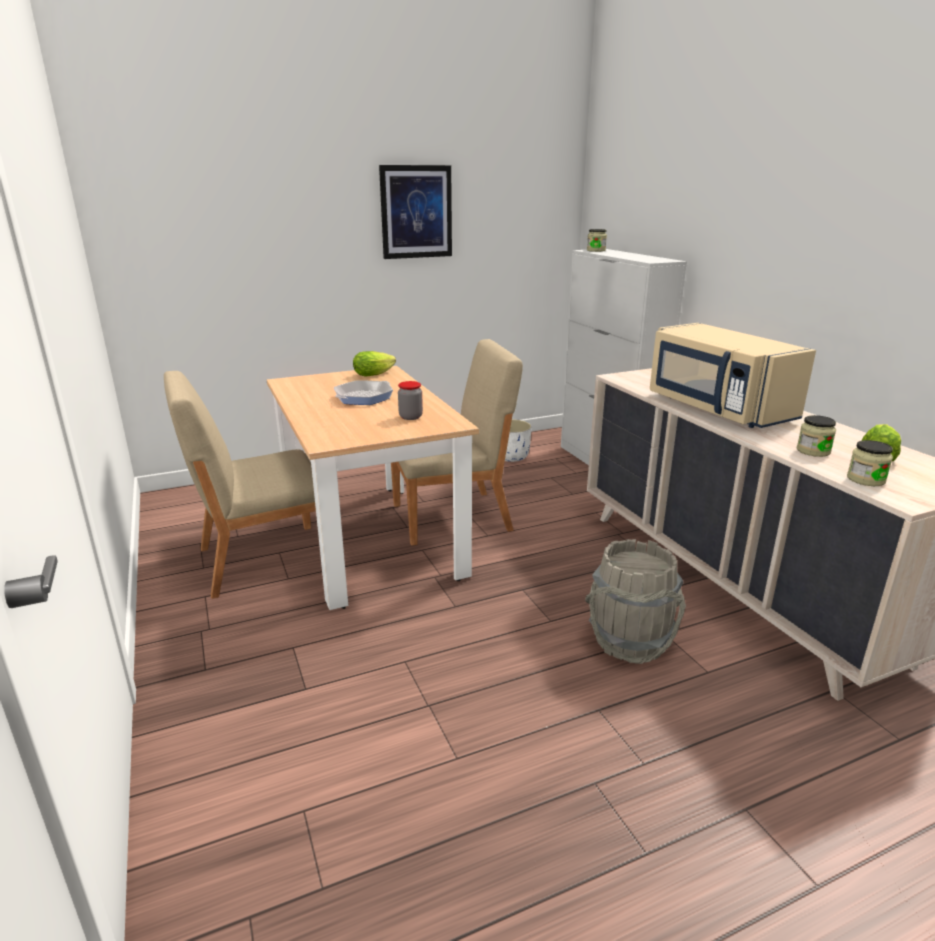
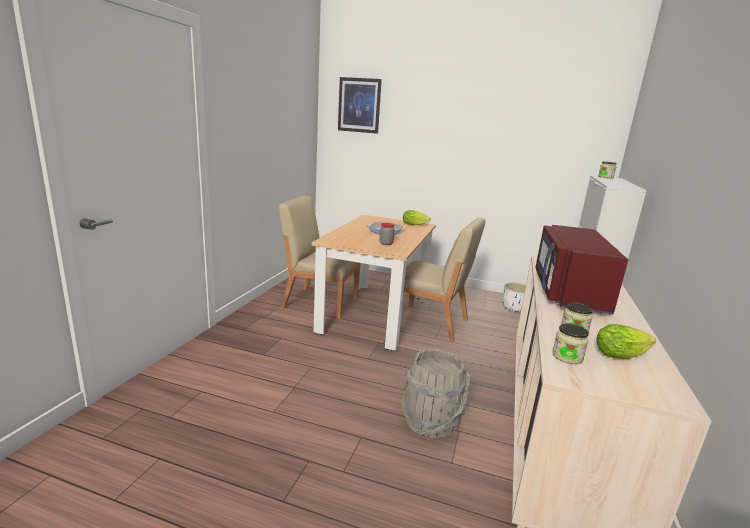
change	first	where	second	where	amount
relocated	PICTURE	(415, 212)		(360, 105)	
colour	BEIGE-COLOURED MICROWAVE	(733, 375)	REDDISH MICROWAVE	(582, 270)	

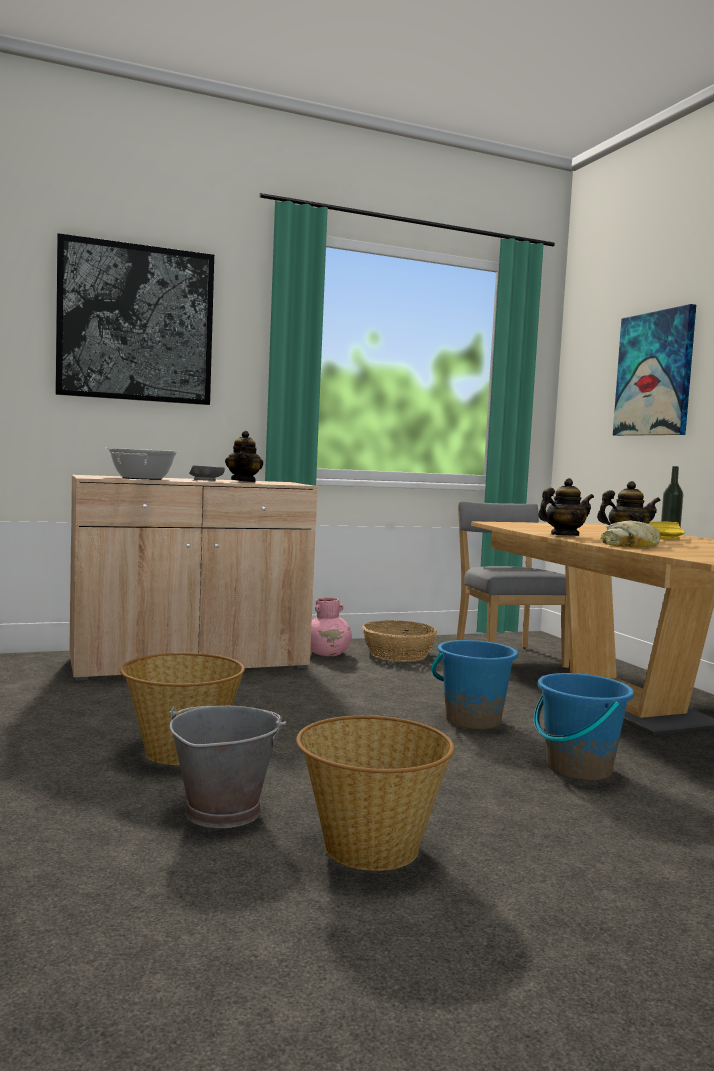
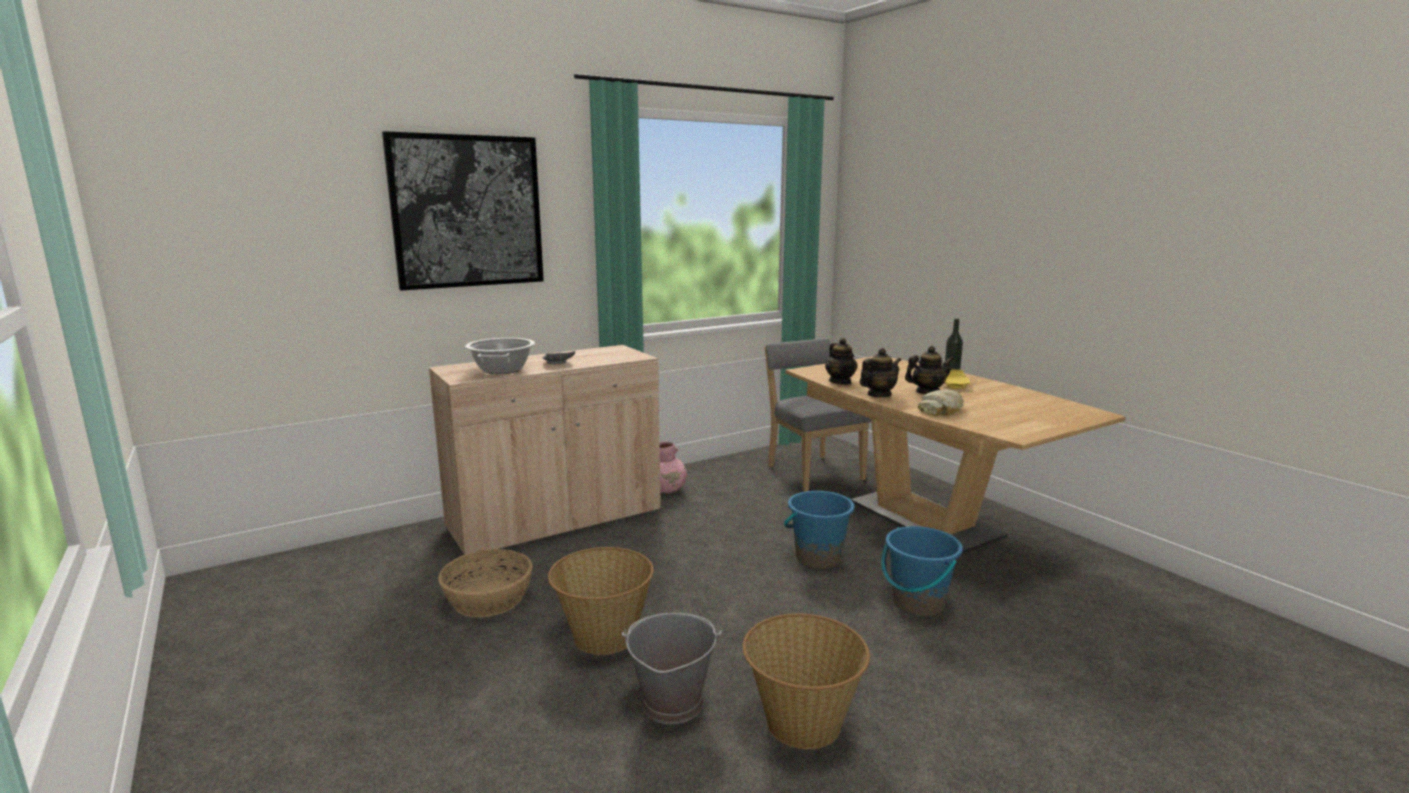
change	first	where	second	where	amount
relocated	TEA POT	(244, 456)		(841, 361)	
relocated	BASKET	(399, 641)		(485, 583)	
missing	PICTURE	(654, 370)			

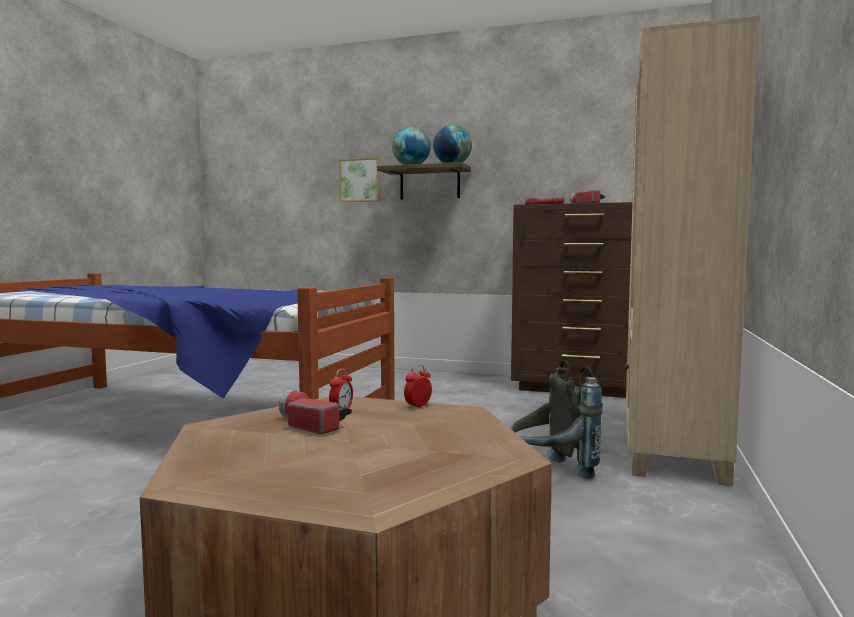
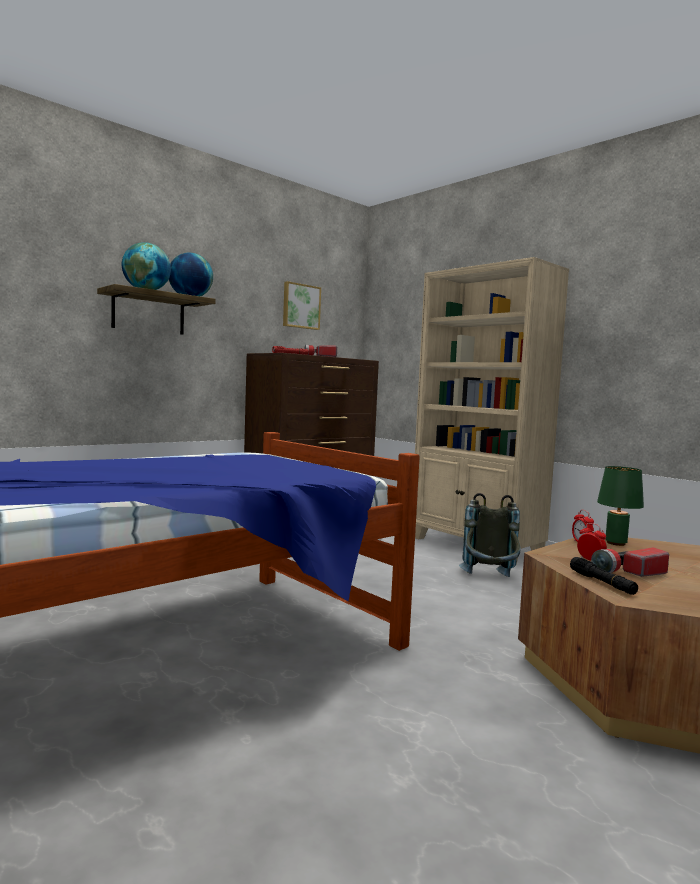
change	first	where	second	where	amount
relocated	PICTURE	(359, 180)		(302, 305)	
appeared			BLACK-COLOURED FLASHLIGHT	(604, 576)	
appeared			GREEN TABLE LAMP	(620, 506)	

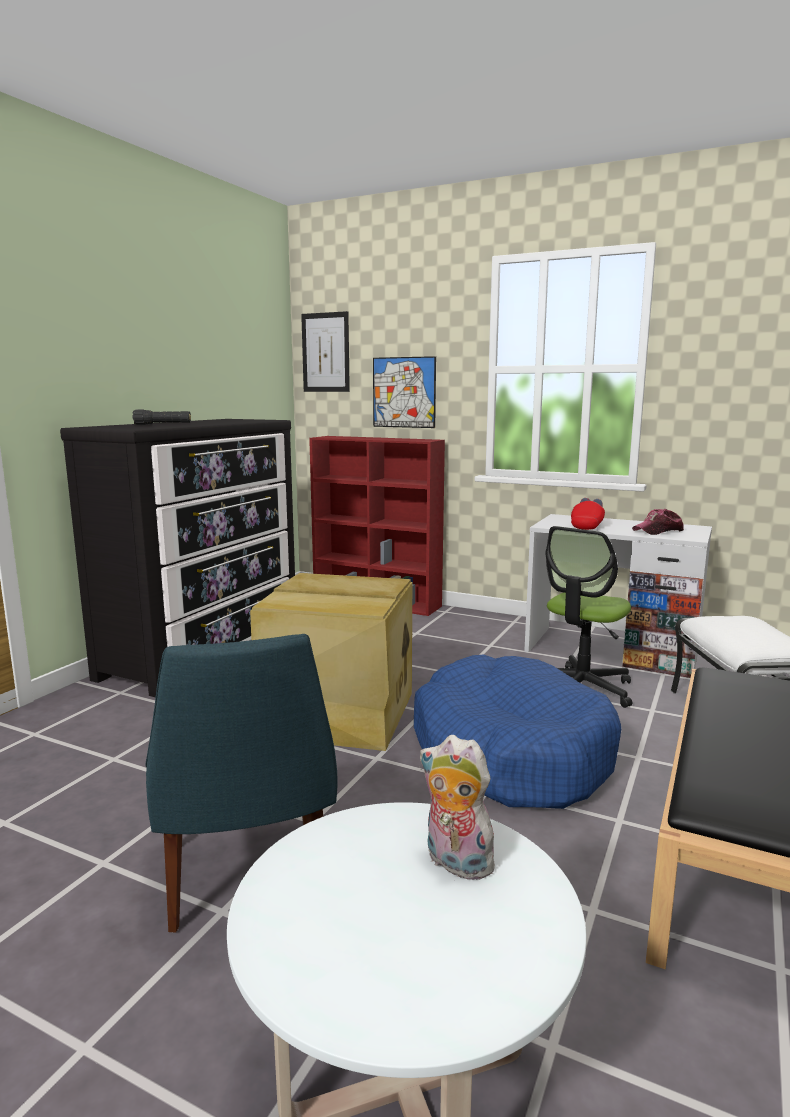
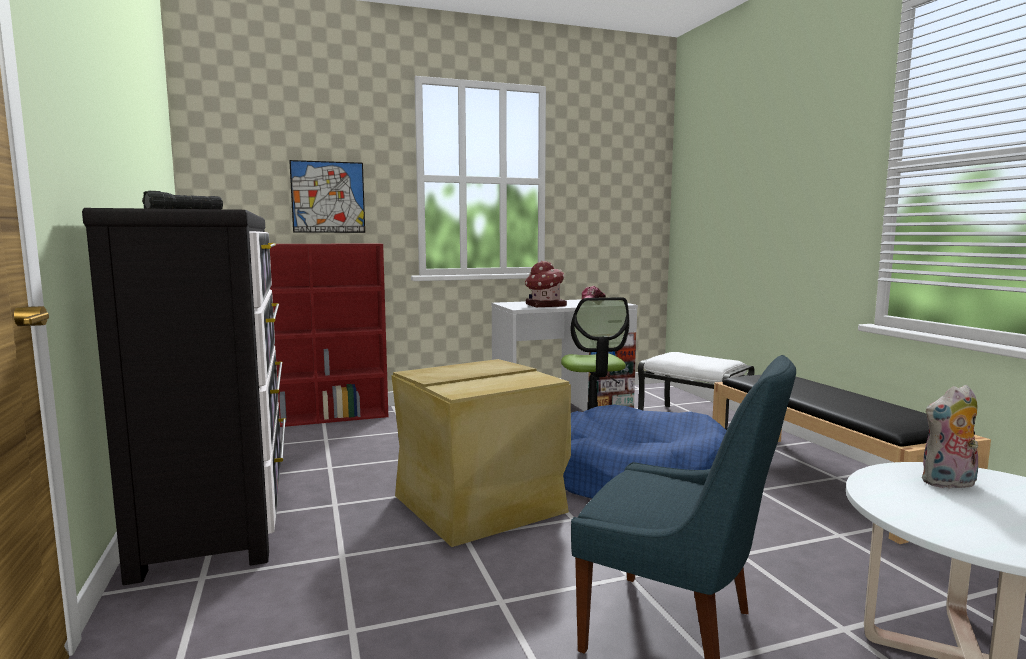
change	first	where	second	where	amount
missing	PICTURE	(325, 351)			
exchanged	REDDISH PEAKED CAP	(588, 514)	TOY HOUSE	(546, 284)	

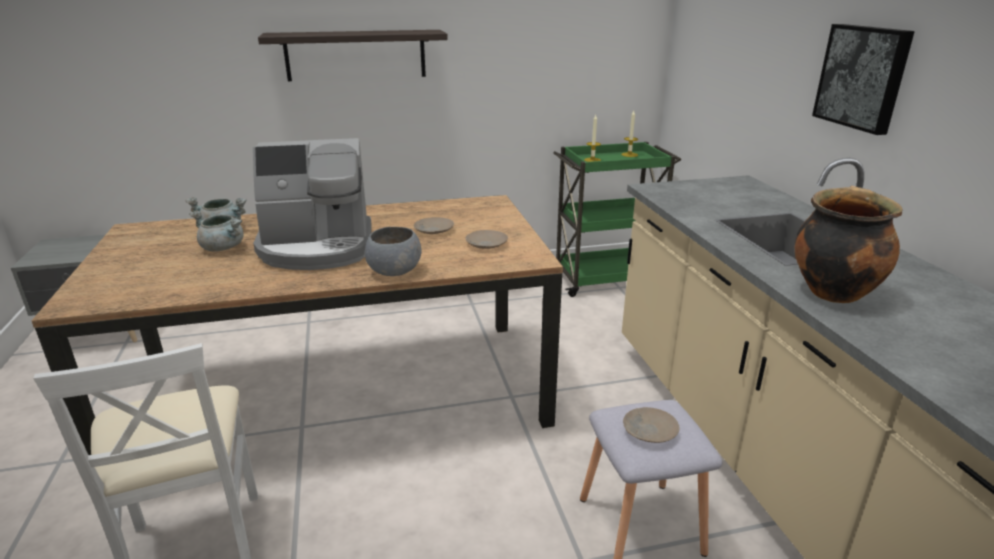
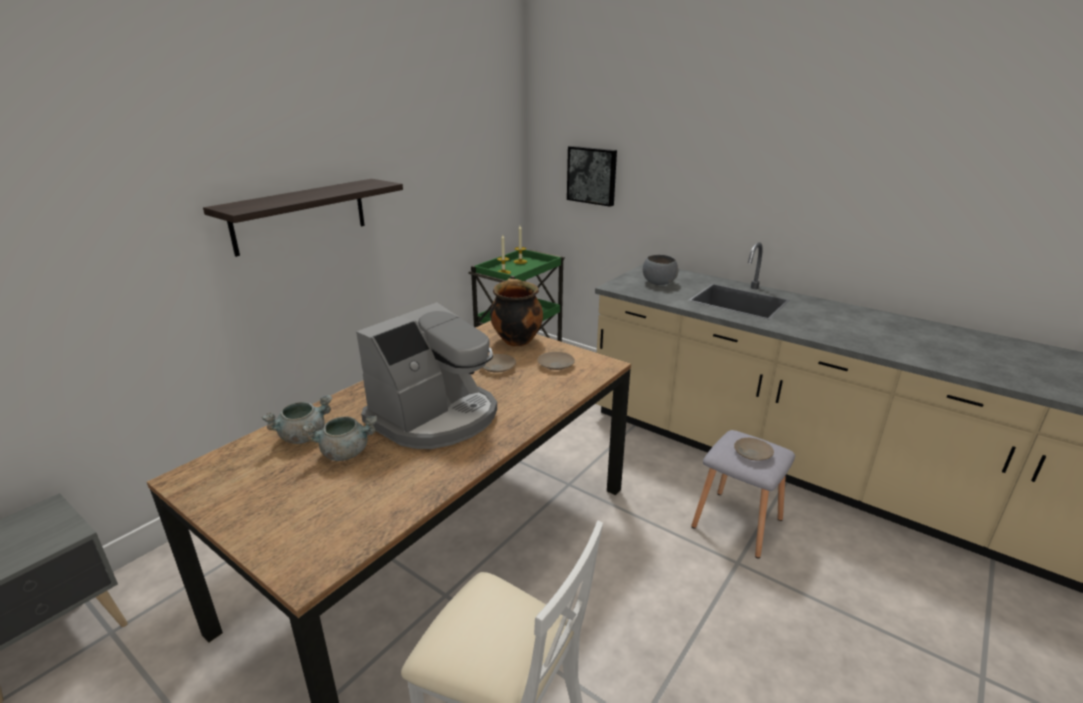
change	first	where	second	where	amount
relocated	GREYISH DEEP DISH	(393, 251)		(660, 270)	
relocated	COOKING POT	(849, 244)		(516, 313)	
relocated	PICTURE	(863, 79)		(592, 176)	

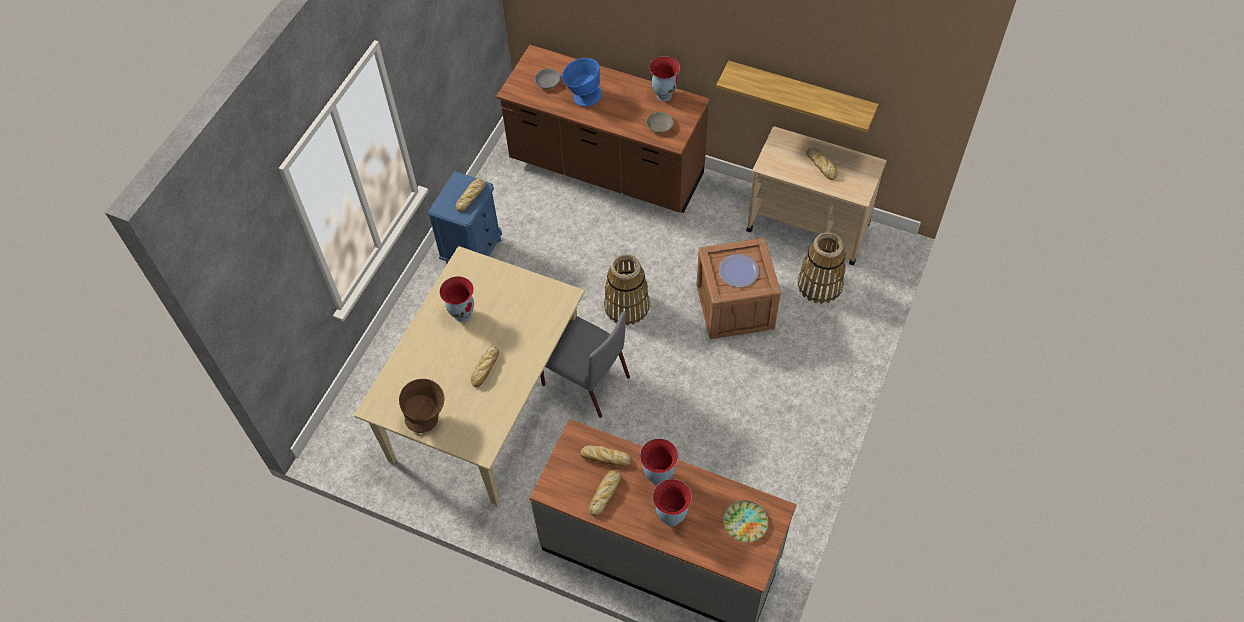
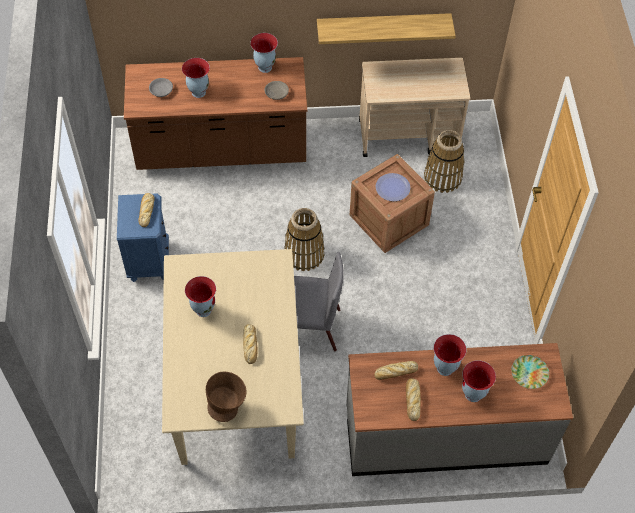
change	first	where	second	where	amount
exchanged	BLUE DEEP DISH	(582, 82)	VASE	(196, 78)	
missing	BAKED BREAD	(821, 164)			

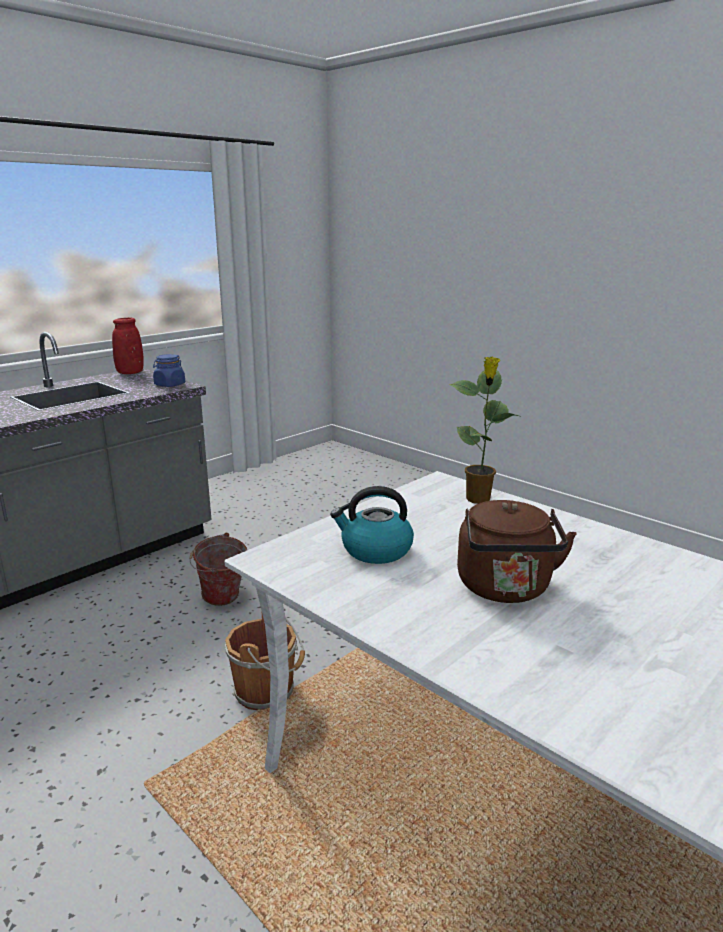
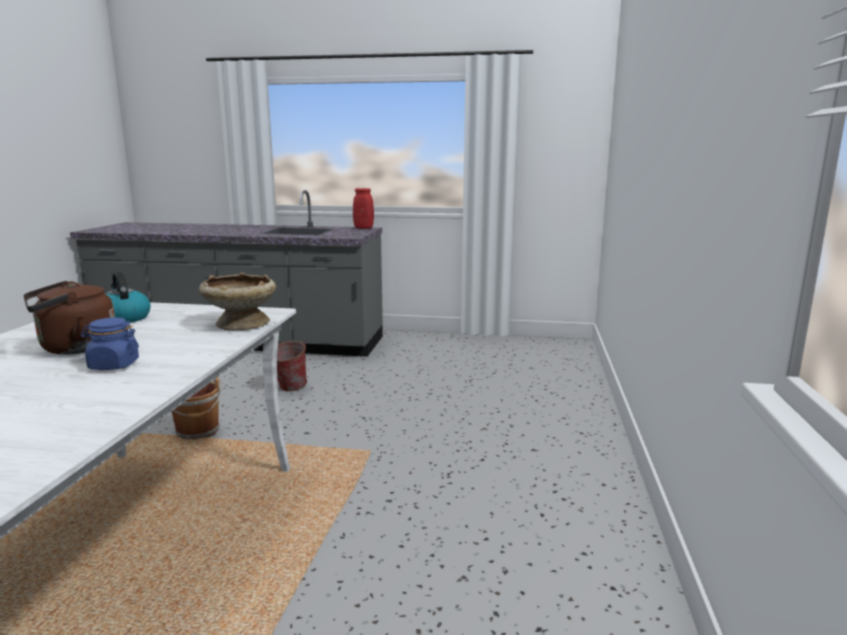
change	first	where	second	where	amount
relocated	BLUE JAR	(169, 370)		(110, 344)	
exchanged	POTTED PLANT	(484, 430)	BEIGE-COLOURED DEEP DISH	(237, 301)	

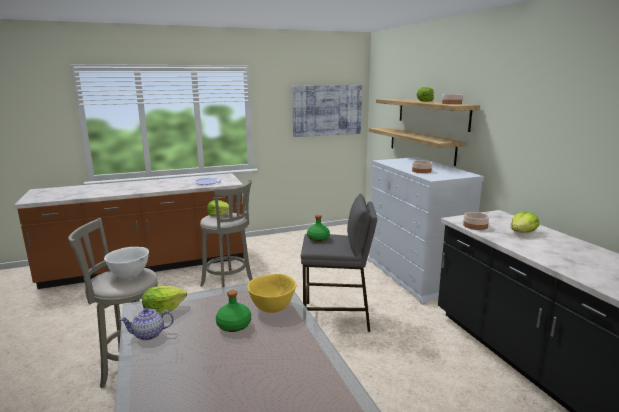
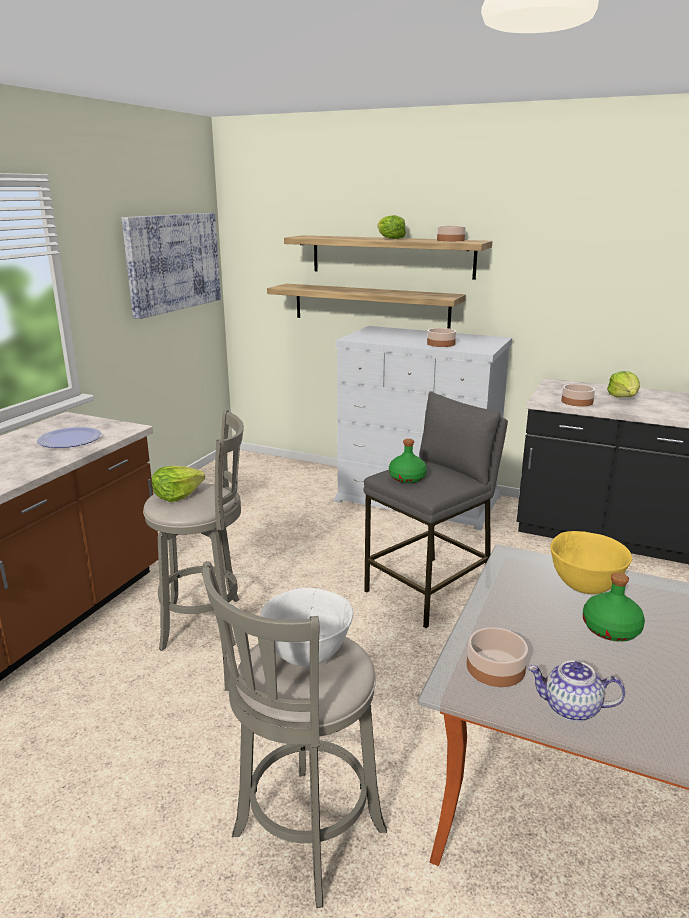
change	first	where	second	where	amount
spun	TEA POT	(147, 324)		(576, 691)	75 degrees clockwise
exchanged	LETTUCE HEAD	(164, 300)	DEEP DISH	(497, 657)	

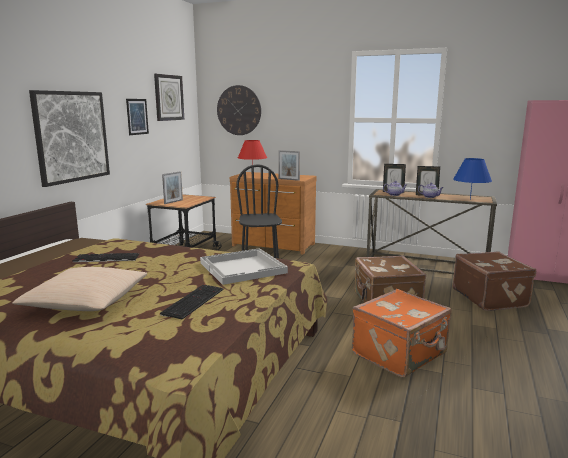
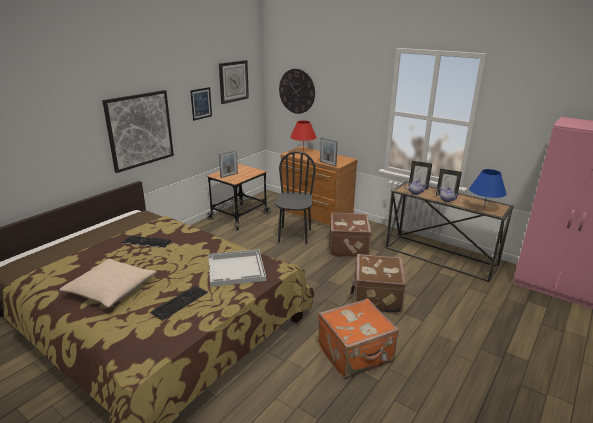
change	first	where	second	where	amount
relocated	BROWNISH PIECE OF LUGGAGE	(494, 281)		(351, 235)	

